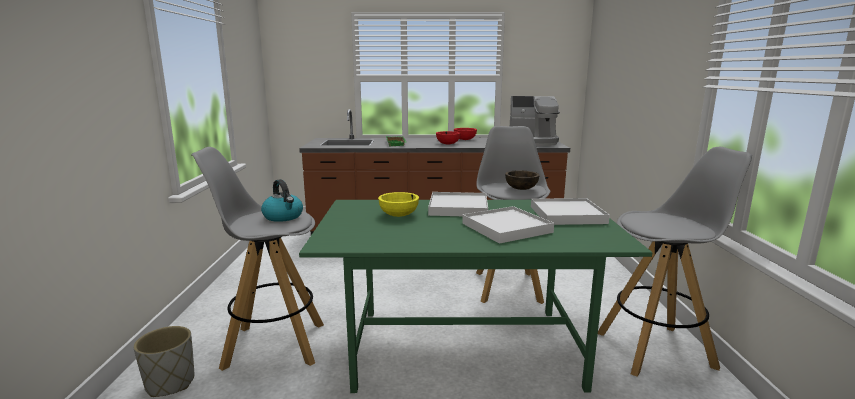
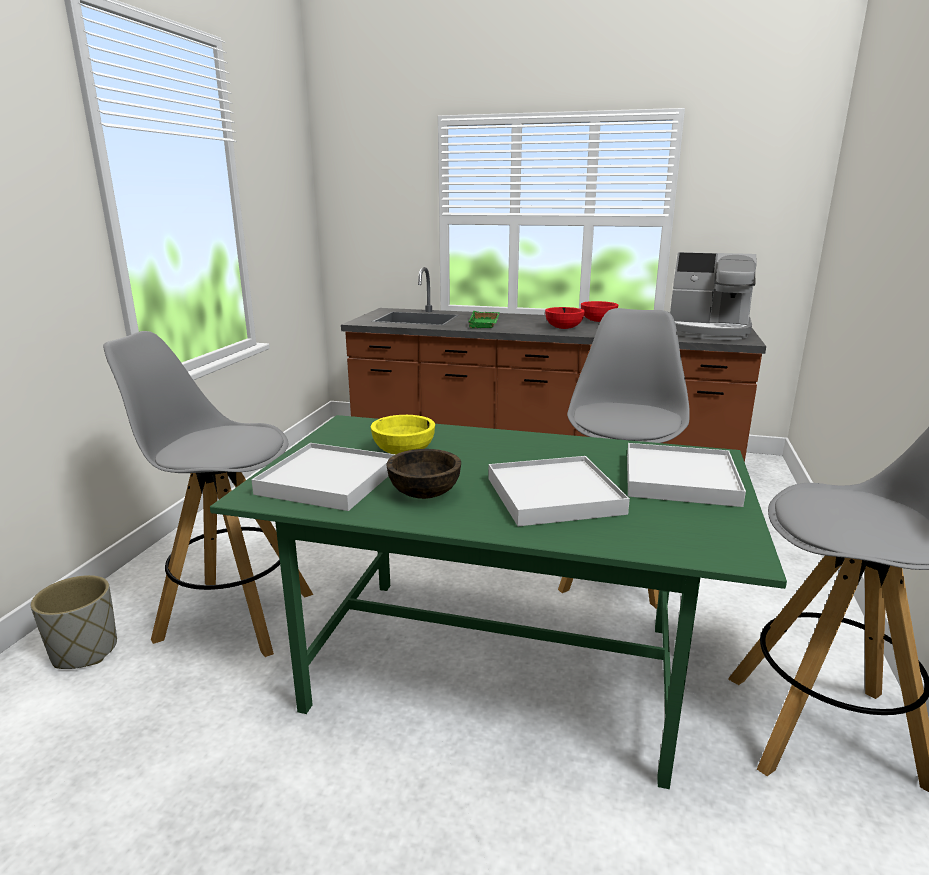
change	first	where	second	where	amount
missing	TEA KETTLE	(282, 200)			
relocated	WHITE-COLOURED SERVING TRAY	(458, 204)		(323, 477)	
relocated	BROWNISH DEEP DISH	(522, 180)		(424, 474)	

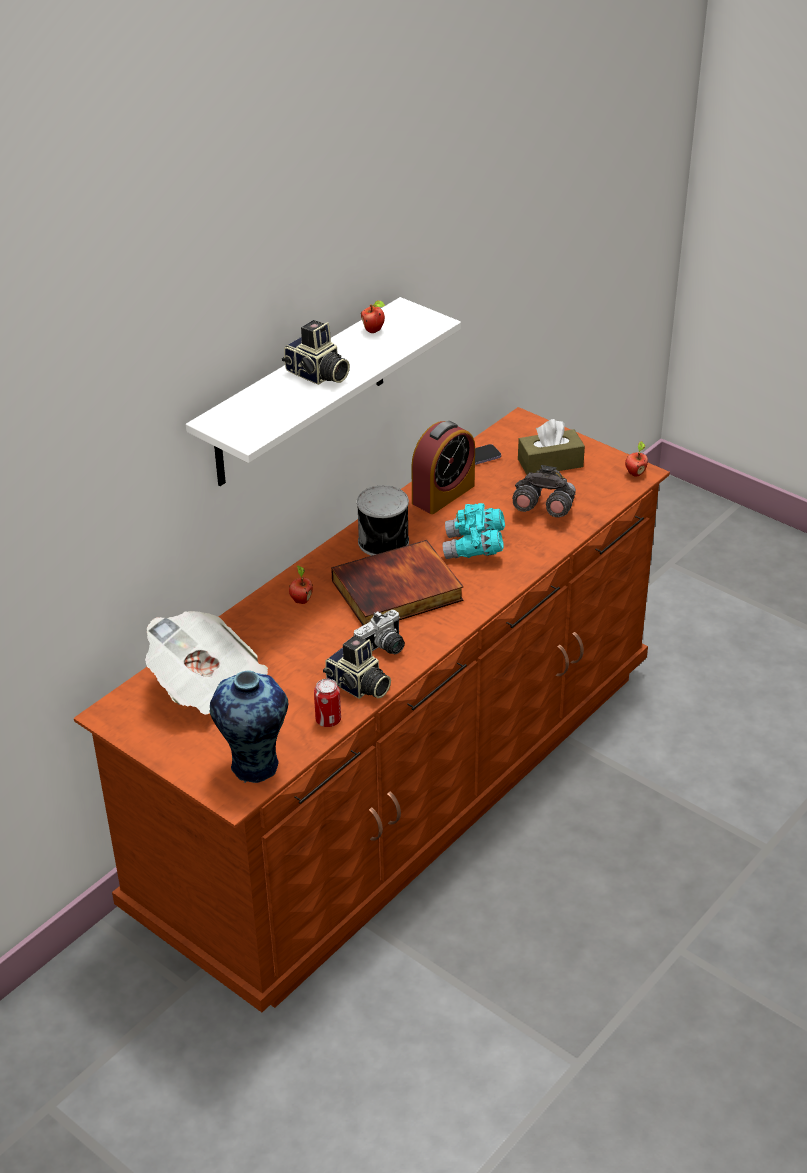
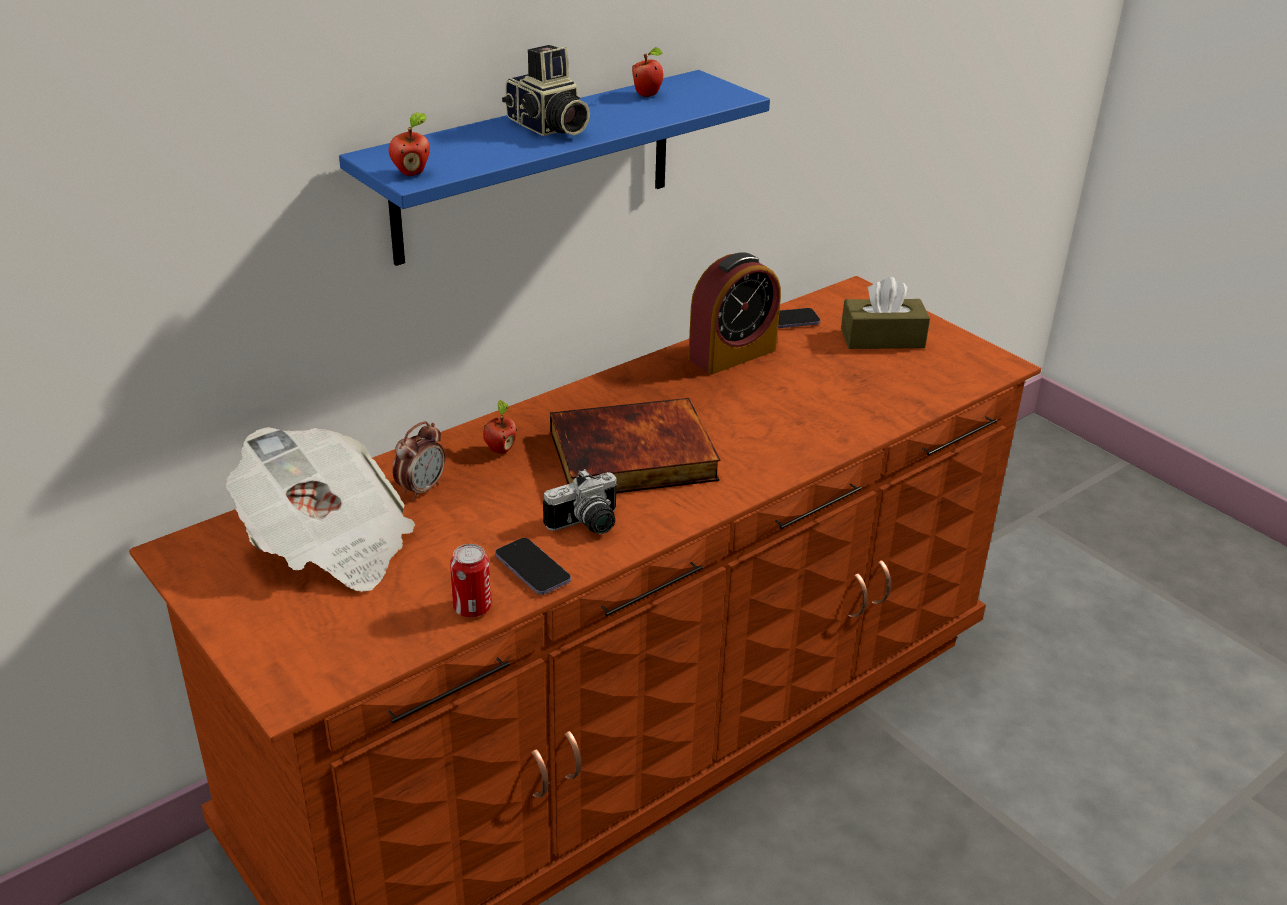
change	first	where	second	where	amount
colour	WHITE-COLOURED BRACKET SHELF	(323, 391)	BLUE BRACKET SHELF	(554, 168)	
missing	VASE	(249, 726)			
exchanged	PHOTO CAMERA	(357, 667)	PHONE	(533, 566)	
missing	SEALED CAN	(383, 520)			
missing	BLUE-GREEN FIELD GLASSES	(474, 531)			
missing	GREYISH FIELD GLASSES	(544, 491)			
relocated	WHOLE APPLE	(636, 459)		(409, 144)	
appeared			ALARM CLOCK	(418, 460)	

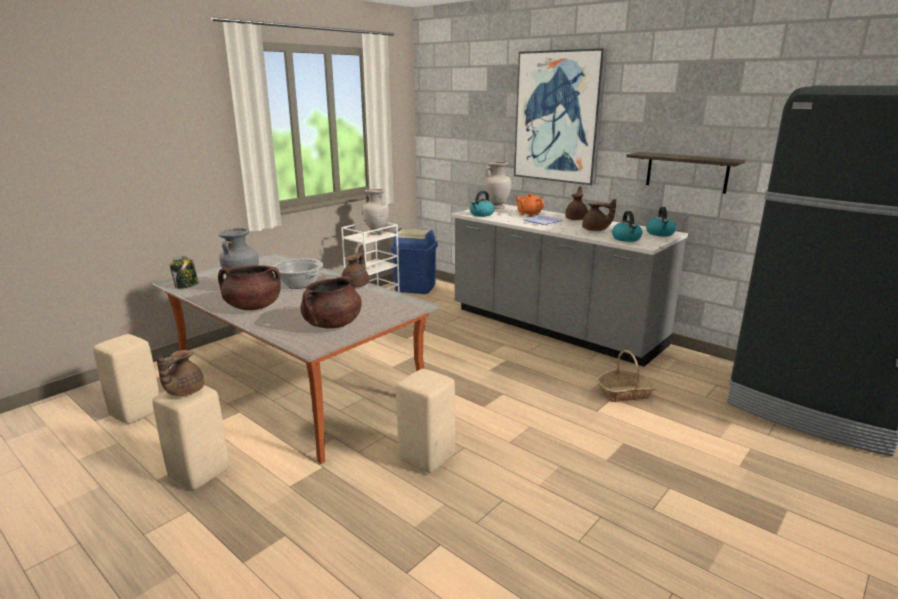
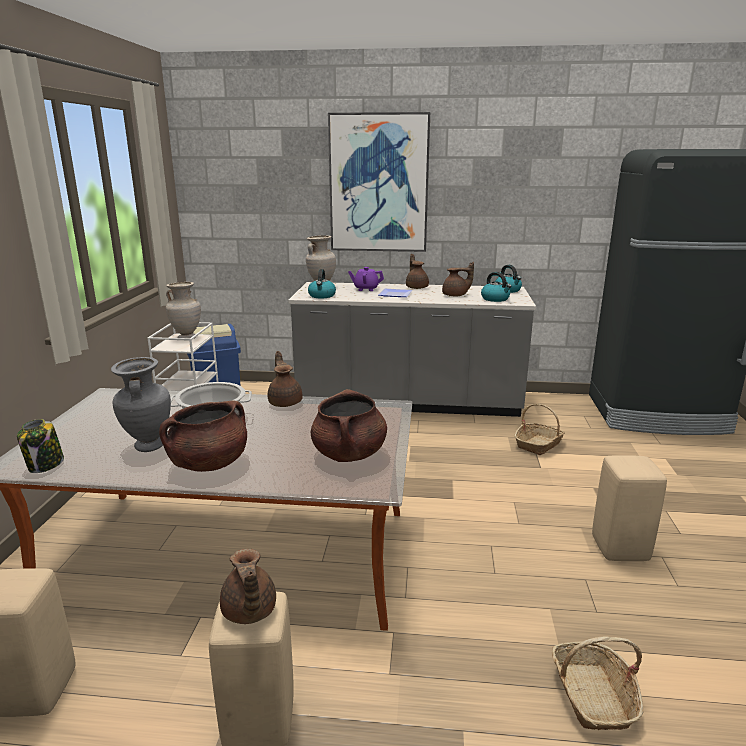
change	first	where	second	where	amount
relocated	BEIGE-COLOURED STOOL	(425, 421)		(629, 508)	
colour	ORANGE TEA POT	(529, 205)	PURPLE-COLOURED TEA POT	(366, 279)	
missing	BRACKET SHELF	(686, 173)			
appeared			BASKET	(597, 683)	

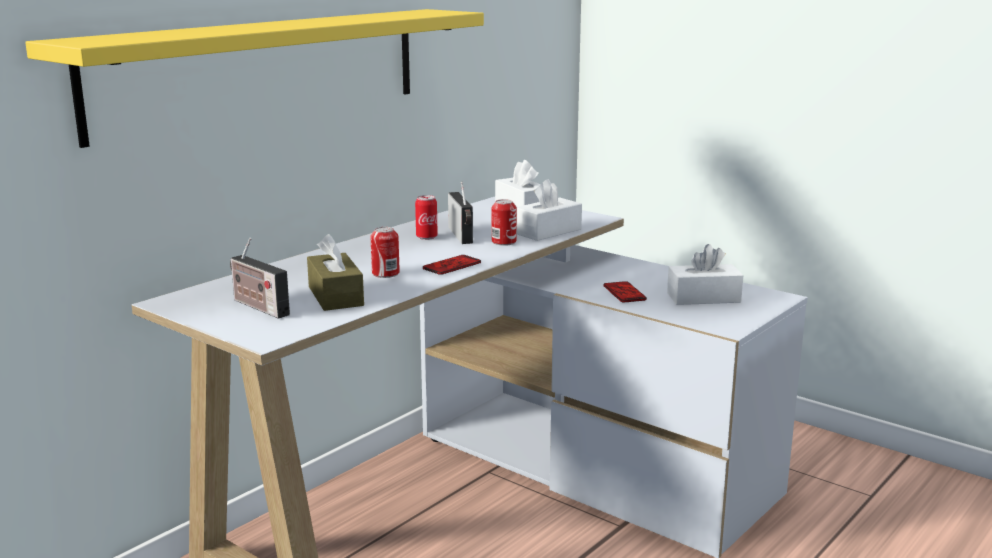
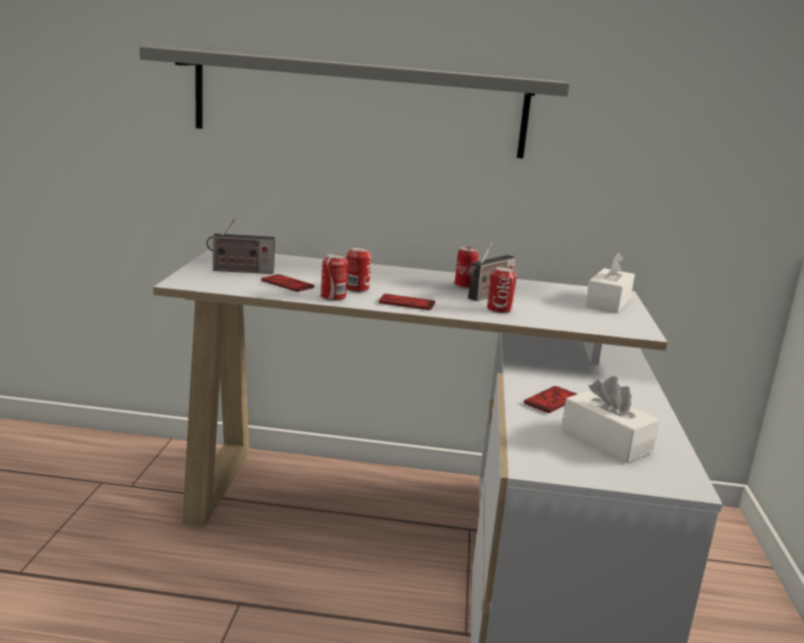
change	first	where	second	where	amount
colour	YELLOW BRACKET SHELF	(254, 78)	GREYISH BRACKET SHELF	(354, 102)	
spun	RADIO SET	(260, 278)		(240, 245)	105 degrees counterclockwise
exchanged	BROWNISH TISSUE HOLDER	(335, 272)	PHONE	(287, 283)	
missing	WHITE-COLOURED TISSUE HOLDER	(549, 210)			
appeared			SEALED CAN	(334, 277)	

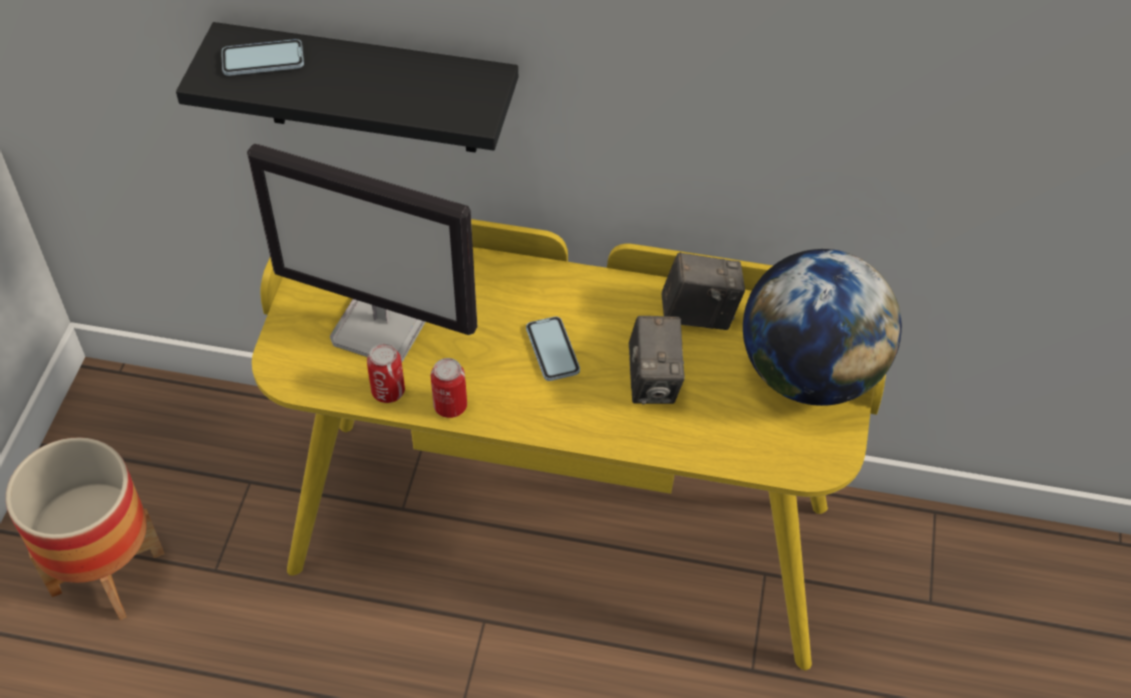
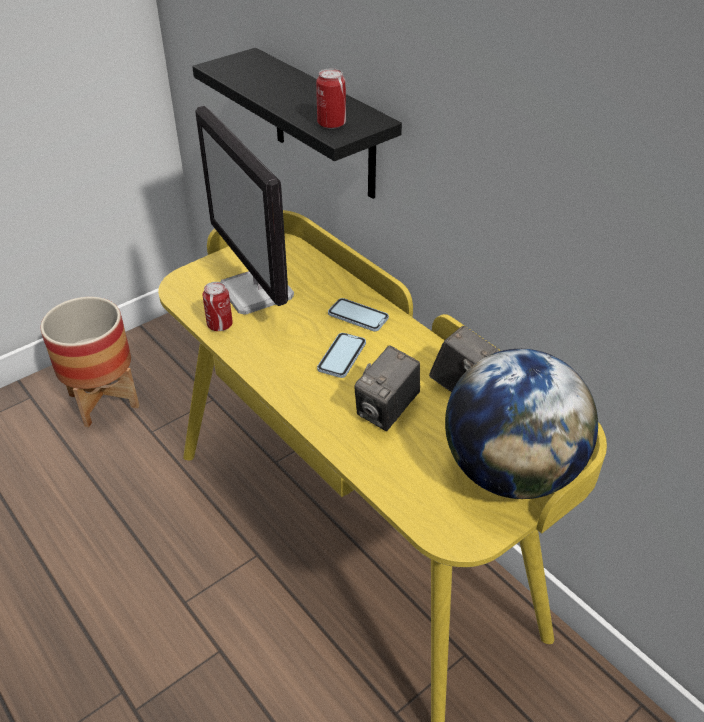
change	first	where	second	where	amount
relocated	PHONE	(262, 57)		(358, 315)	
relocated	SEALED CAN	(449, 388)		(331, 98)	

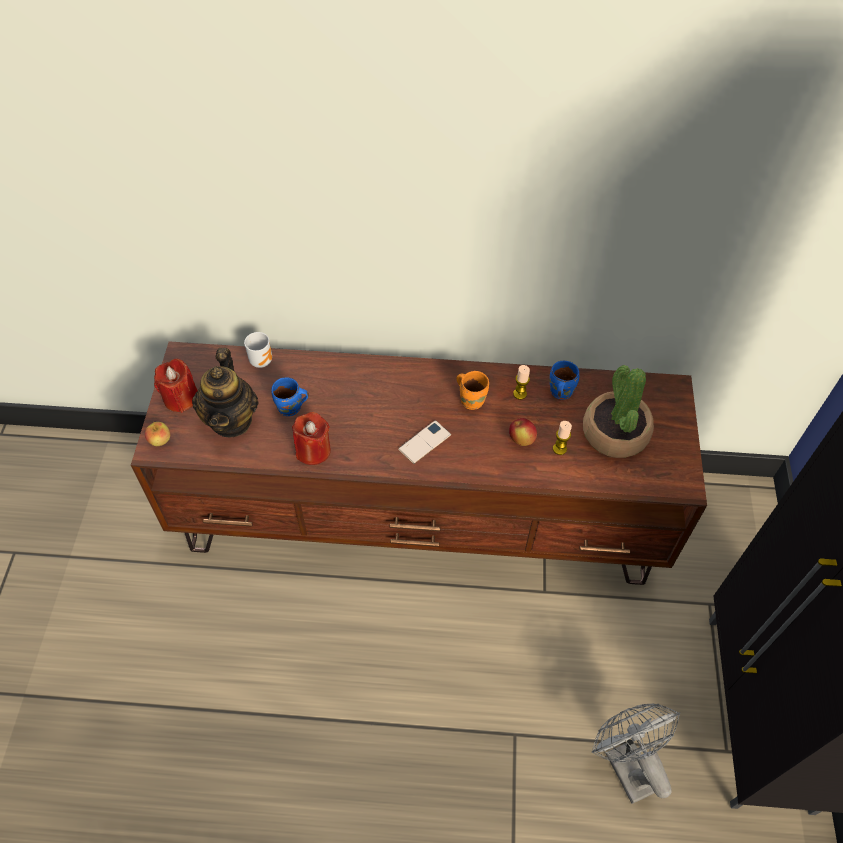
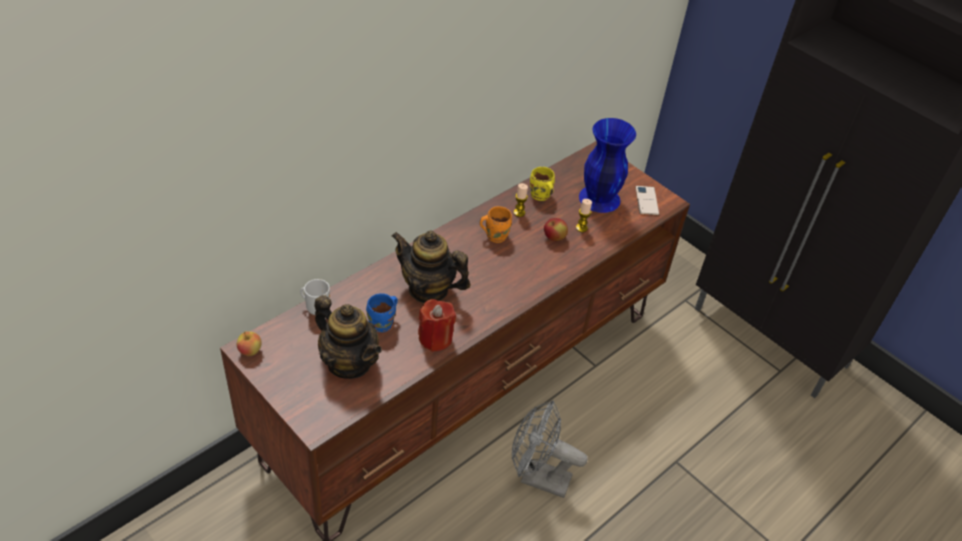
change	first	where	second	where	amount
relocated	WHOLE APPLE	(157, 434)		(249, 343)	
missing	REDDISH WAX CANDLE	(176, 386)			
relocated	PHONE	(424, 442)		(647, 200)	
colour	BLUE TEA MUG	(564, 380)	YELLOW TEA MUG	(542, 184)	
exchanged	POTTED PLANT	(618, 411)	BLUE VASE	(607, 165)	
relocated	GREYISH FAN	(636, 754)		(549, 449)	
appeared			TEA POT	(431, 267)	

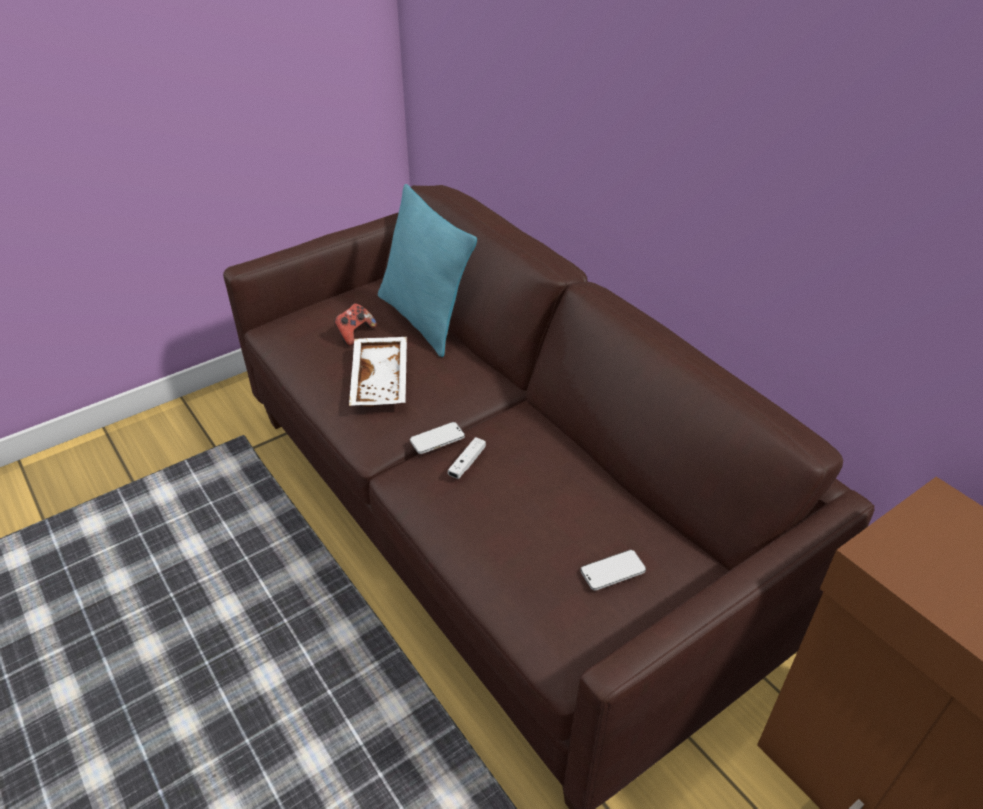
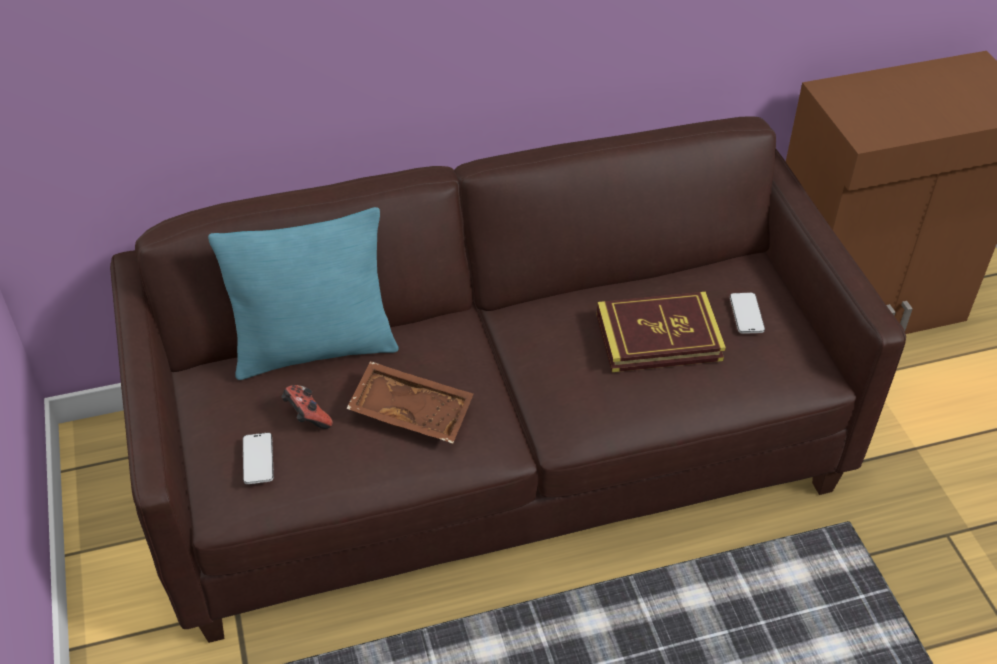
change	first	where	second	where	amount
colour	WHITE-COLOURED SERVING TRAY	(378, 372)	BROWNISH SERVING TRAY	(410, 402)	
relocated	PHONE	(437, 438)		(258, 458)	
missing	WHITE-COLOURED GAMEPAD	(467, 458)			
appeared			BOOK	(661, 332)	

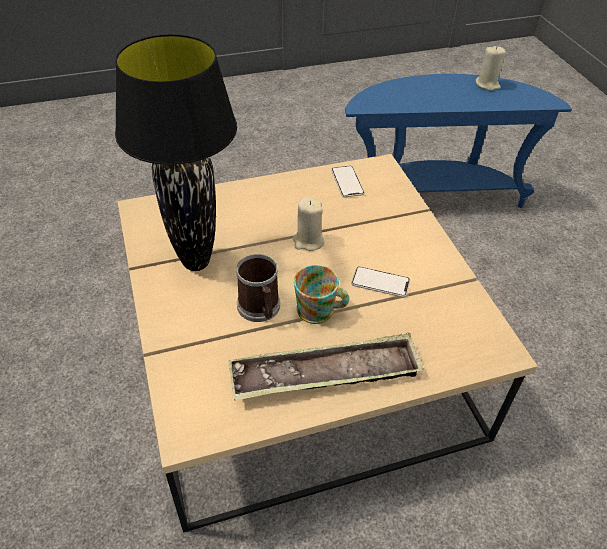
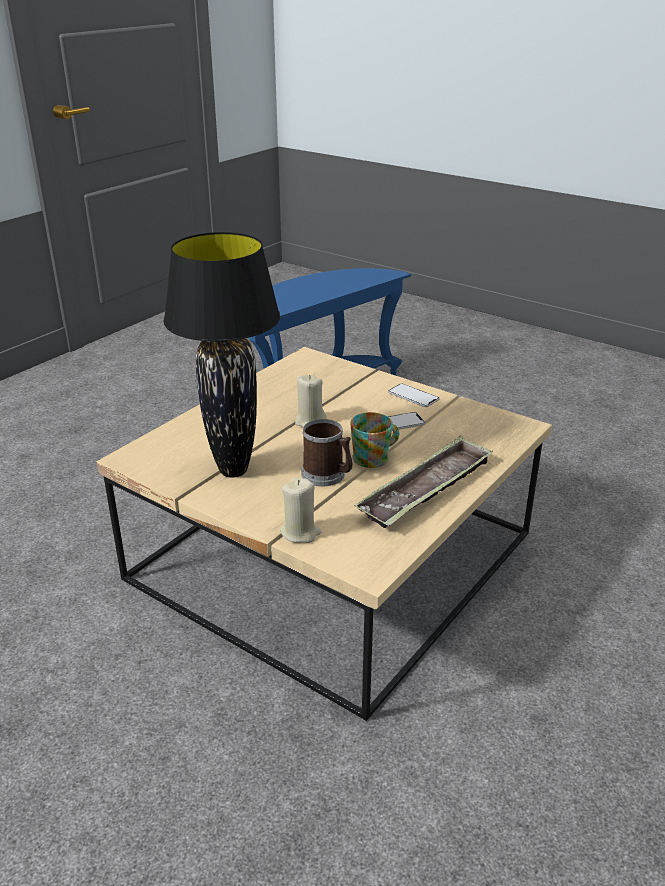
change	first	where	second	where	amount
relocated	PHONE	(348, 181)		(414, 395)	
relocated	BEIGE-COLOURED WAX CANDLE	(491, 68)		(301, 510)	

